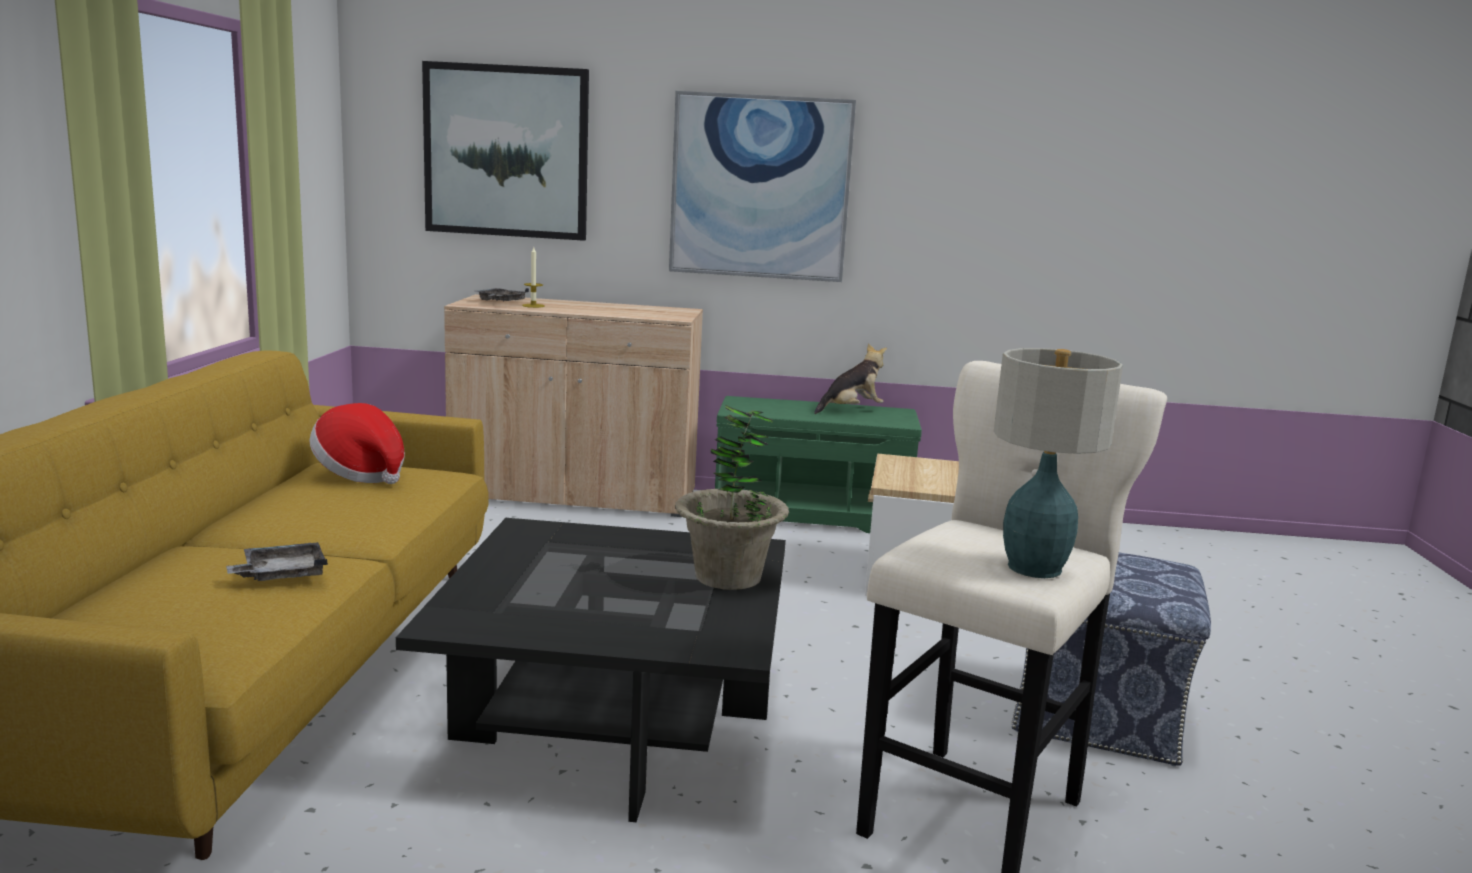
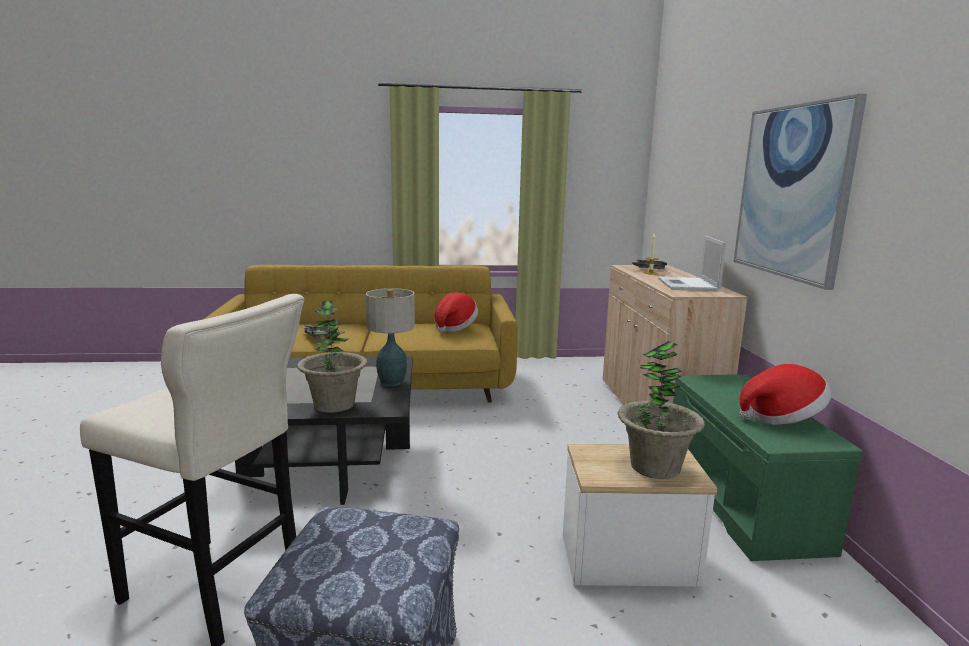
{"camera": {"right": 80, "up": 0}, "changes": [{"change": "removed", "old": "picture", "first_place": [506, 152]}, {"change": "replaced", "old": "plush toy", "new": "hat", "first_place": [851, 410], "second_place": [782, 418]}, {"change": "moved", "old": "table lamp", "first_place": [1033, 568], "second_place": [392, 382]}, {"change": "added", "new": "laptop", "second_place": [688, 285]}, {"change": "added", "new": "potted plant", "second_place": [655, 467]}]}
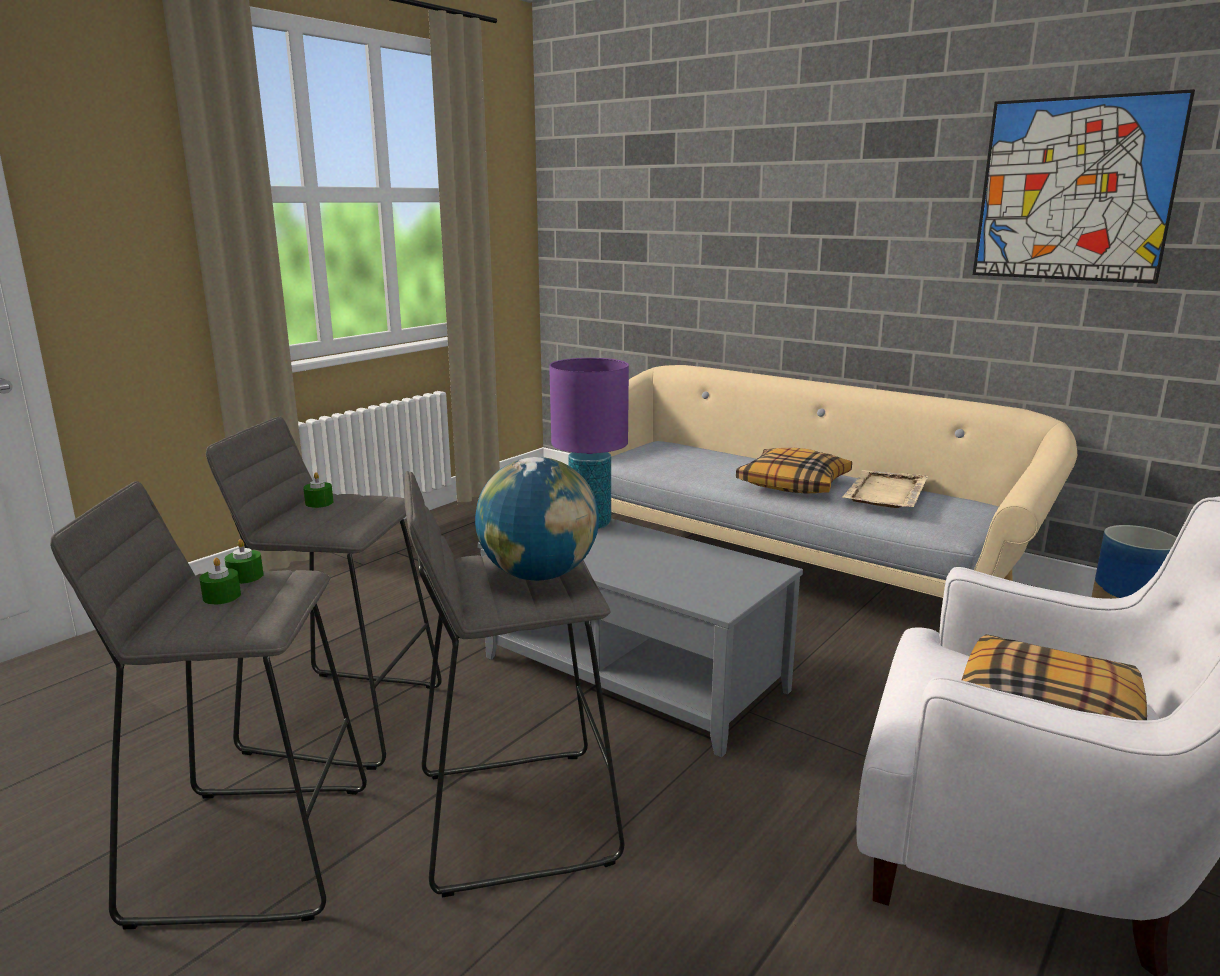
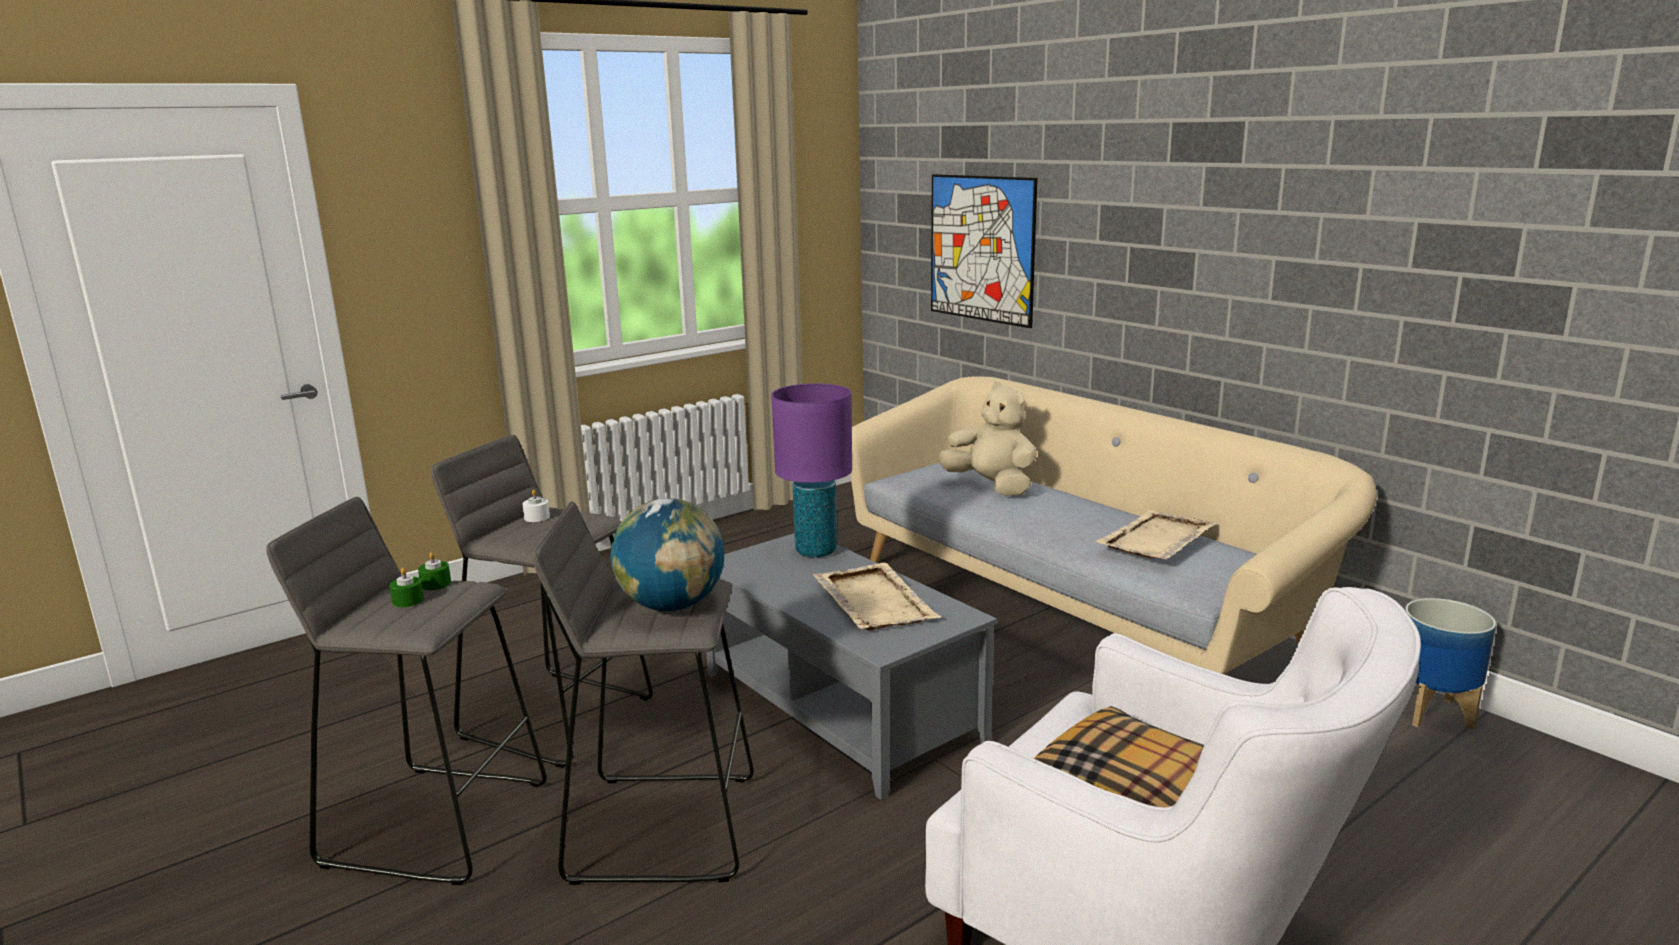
{"camera": {"right": 15, "up": 0}, "changes": [{"change": "moved", "old": "picture", "first_place": [1074, 190], "second_place": [981, 248]}, {"change": "removed", "old": "pillow", "first_place": [794, 483]}, {"change": "recoloured", "old": "candle (green)", "new": "candle (white)", "first_place": [319, 503], "second_place": [537, 517]}, {"change": "added", "new": "plush toy (beige)", "second_place": [991, 486]}, {"change": "added", "new": "tray (beige)", "second_place": [873, 600]}]}
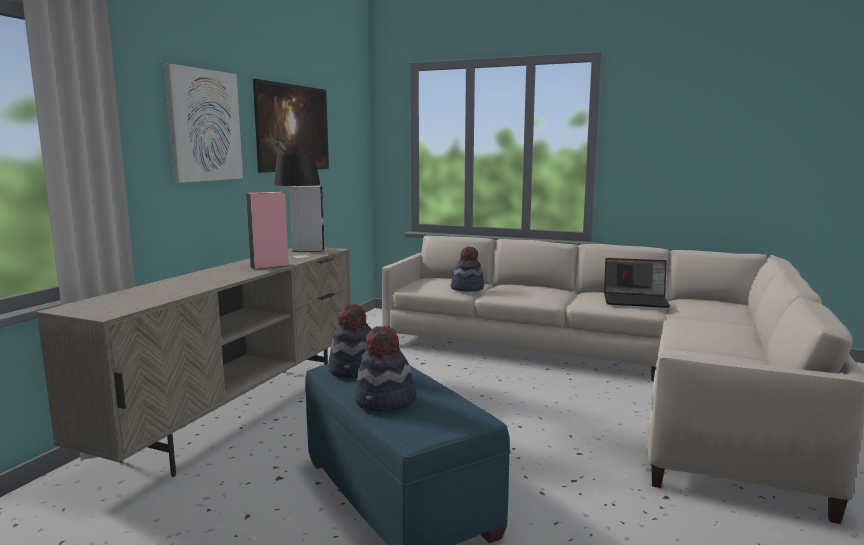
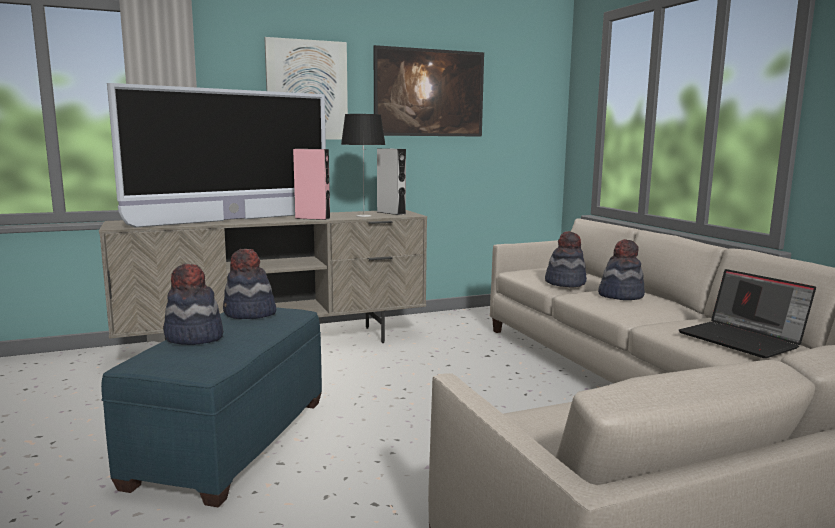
{"camera": {"right": 45, "up": 0}, "changes": [{"change": "added", "new": "television", "second_place": [233, 220]}, {"change": "added", "new": "hat", "second_place": [620, 295]}]}
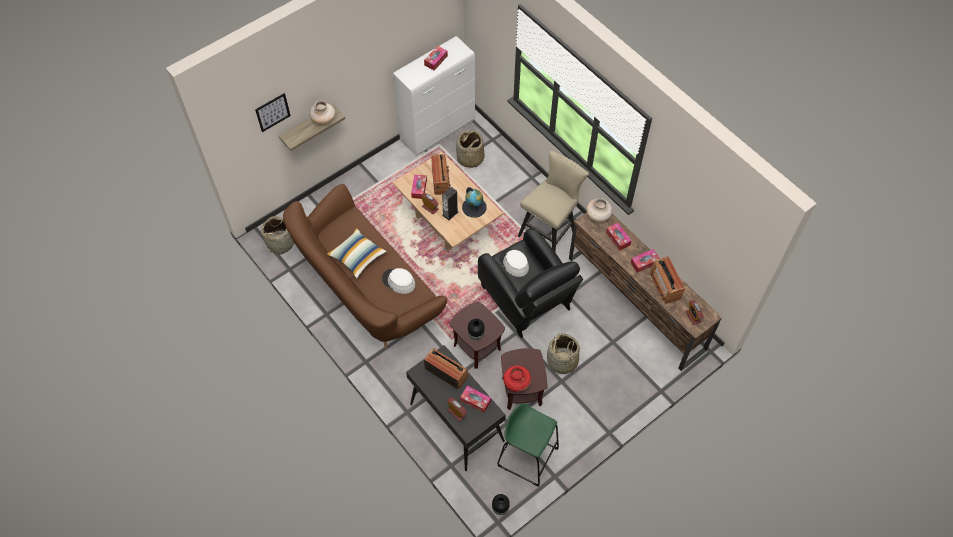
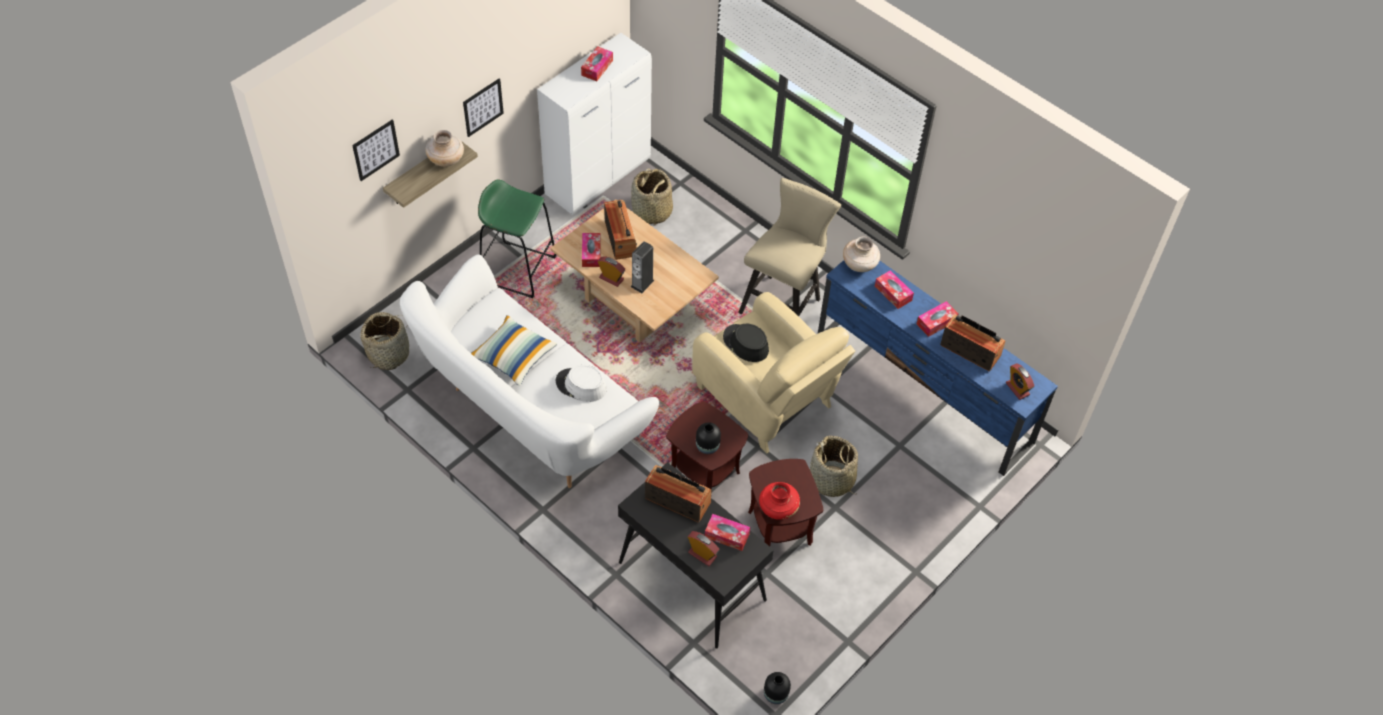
{"camera": {"right": -10, "up": -5}, "changes": [{"change": "recoloured", "old": "sofa (brown)", "new": "sofa (white)", "first_place": [366, 289], "second_place": [528, 407]}, {"change": "removed", "old": "globe", "first_place": [474, 207]}, {"change": "recoloured", "old": "tv stand (brown)", "new": "tv stand (blue)", "first_place": [636, 304], "second_place": [923, 390]}, {"change": "recoloured", "old": "armchair (black)", "new": "armchair (beige)", "first_place": [527, 300], "second_place": [767, 399]}, {"change": "recoloured", "old": "hat (white)", "new": "hat (black)", "first_place": [513, 263], "second_place": [745, 344]}, {"change": "turned", "old": "radio", "first_place": [665, 285], "second_place": [970, 350], "degrees": 150}, {"change": "moved", "old": "stool (green)", "first_place": [527, 457], "second_place": [518, 269]}, {"change": "added", "new": "picture", "second_place": [483, 107]}]}
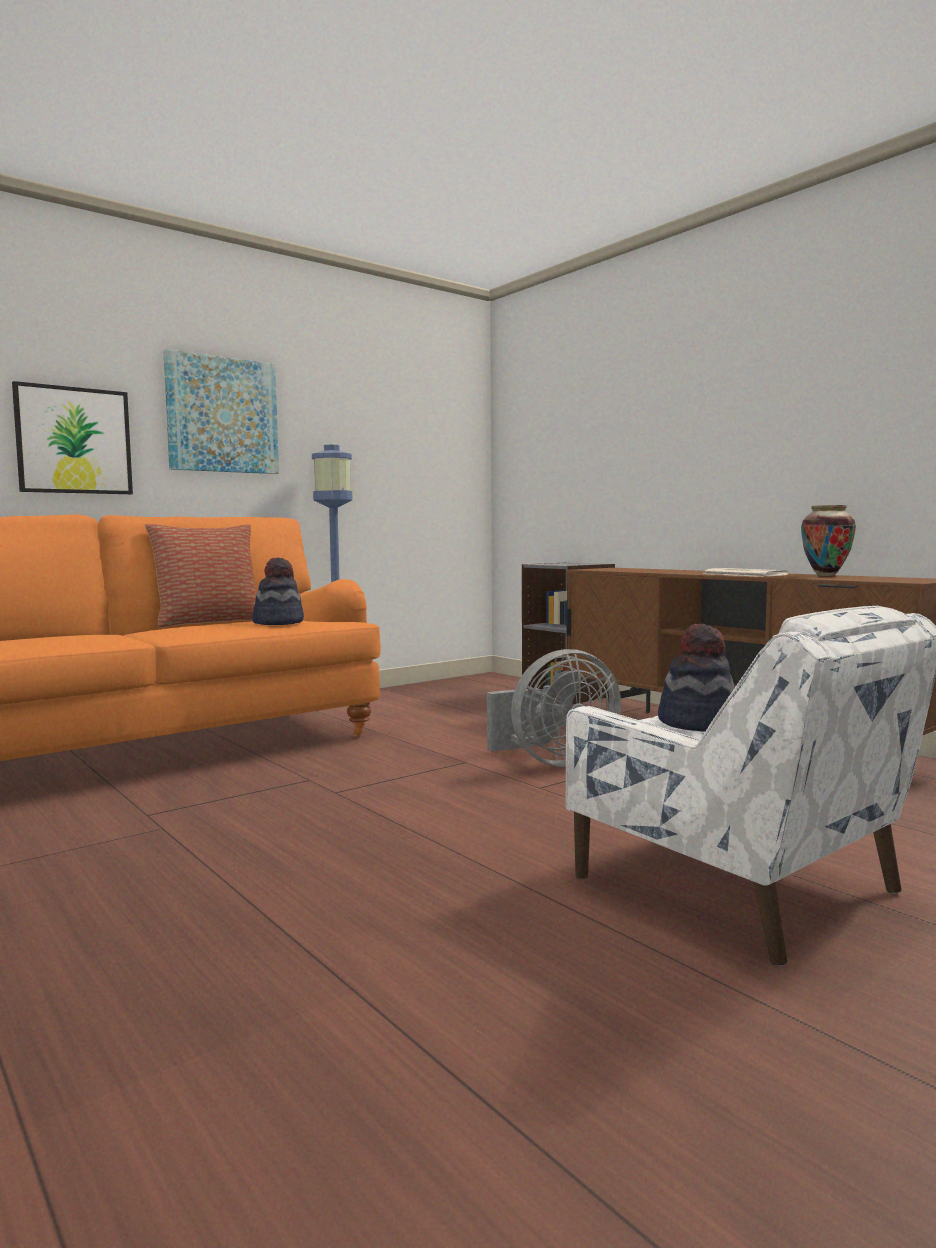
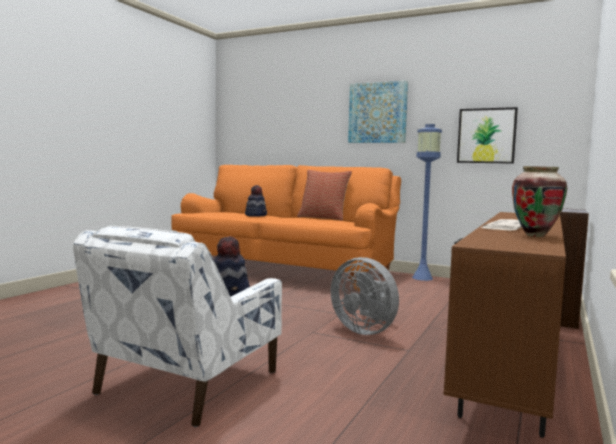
{"camera": {"right": 65, "up": 0}, "changes": [{"change": "moved", "old": "picture", "first_place": [74, 440], "second_place": [486, 136]}, {"change": "moved", "old": "hat", "first_place": [278, 622], "second_place": [256, 215]}]}
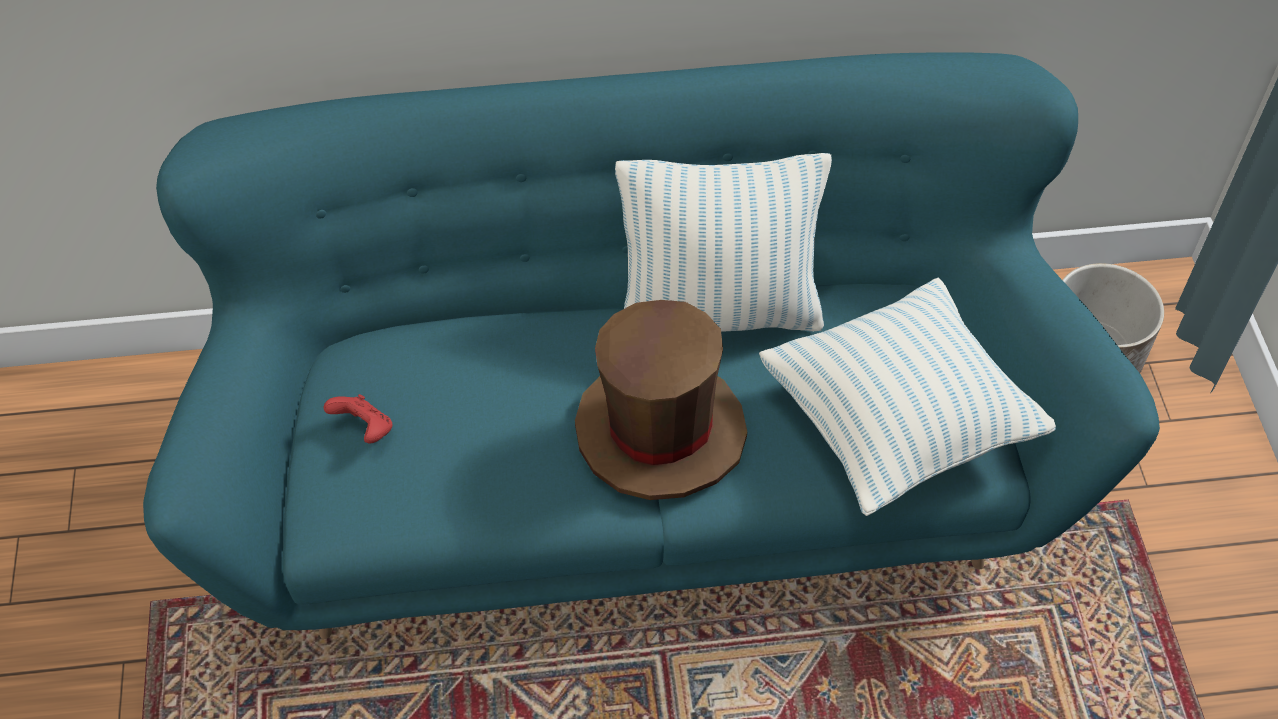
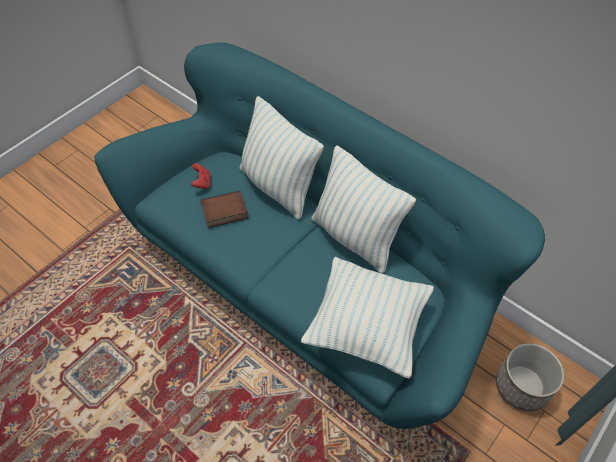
{"camera": {"right": 45, "up": 0}, "changes": [{"change": "removed", "old": "hat (brown)", "first_place": [659, 431]}, {"change": "added", "new": "pillow", "second_place": [278, 187]}, {"change": "added", "new": "book", "second_place": [224, 213]}]}
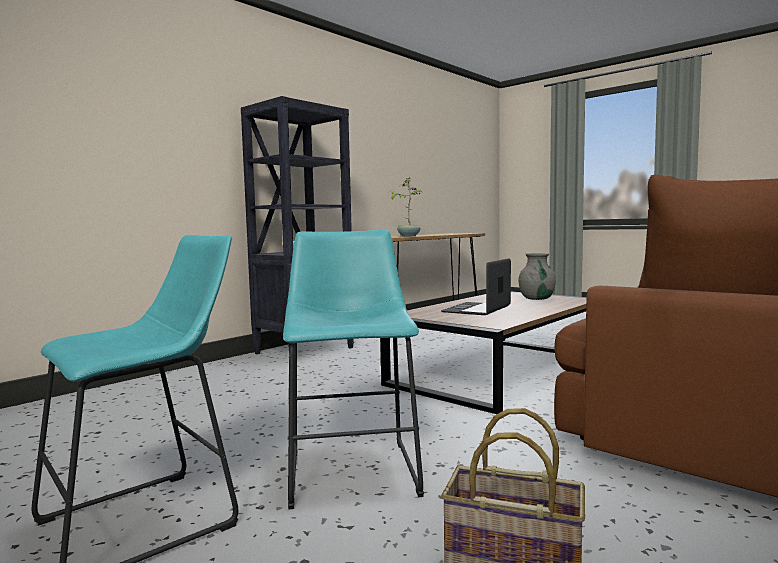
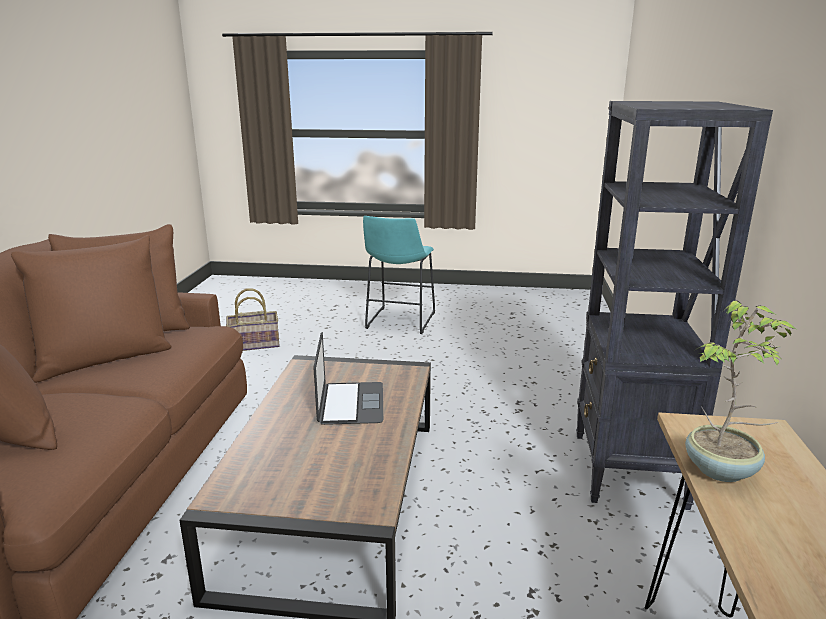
{"camera": {"right": 145, "up": 15}, "changes": [{"change": "removed", "old": "stool (turquoise)", "first_place": [352, 467]}, {"change": "removed", "old": "vase (grey)", "first_place": [537, 299]}]}
